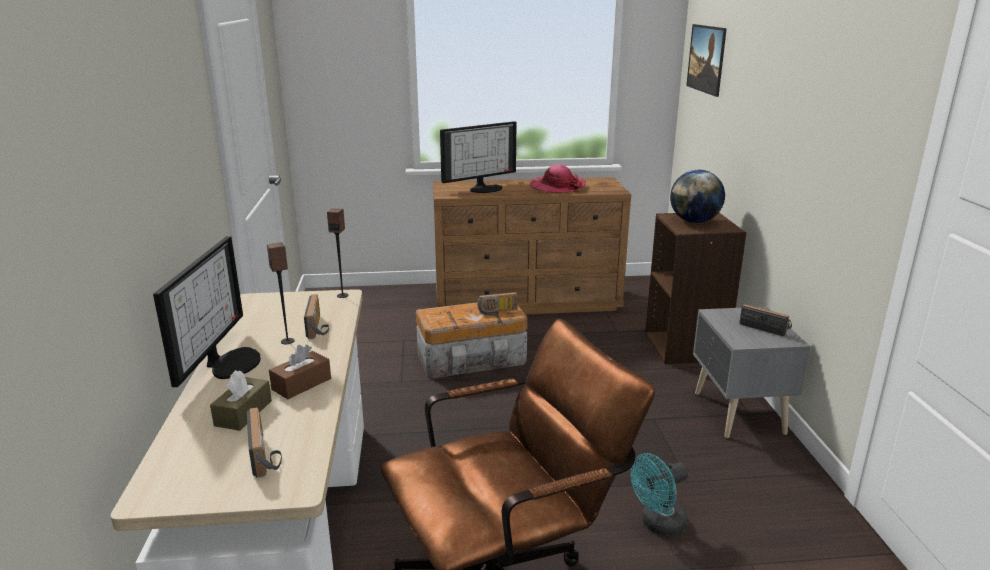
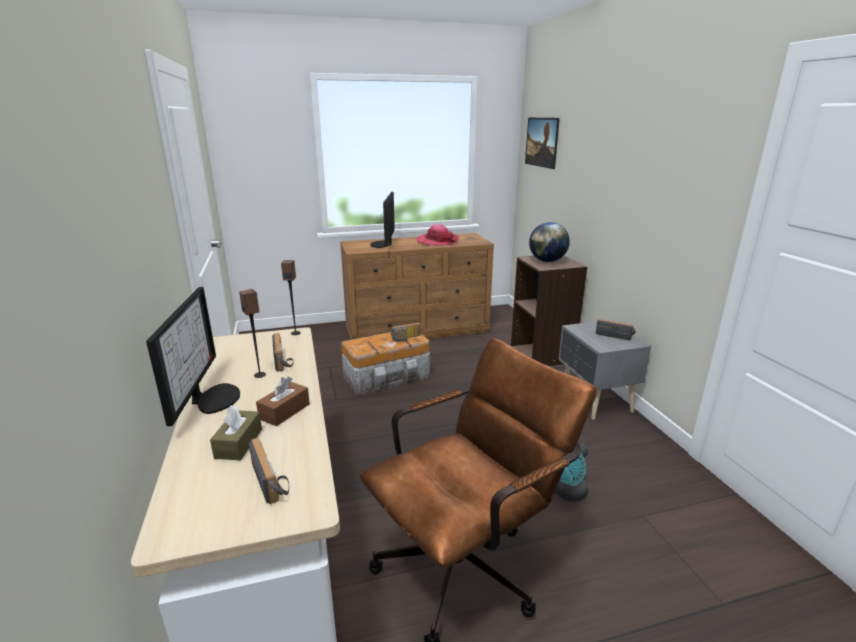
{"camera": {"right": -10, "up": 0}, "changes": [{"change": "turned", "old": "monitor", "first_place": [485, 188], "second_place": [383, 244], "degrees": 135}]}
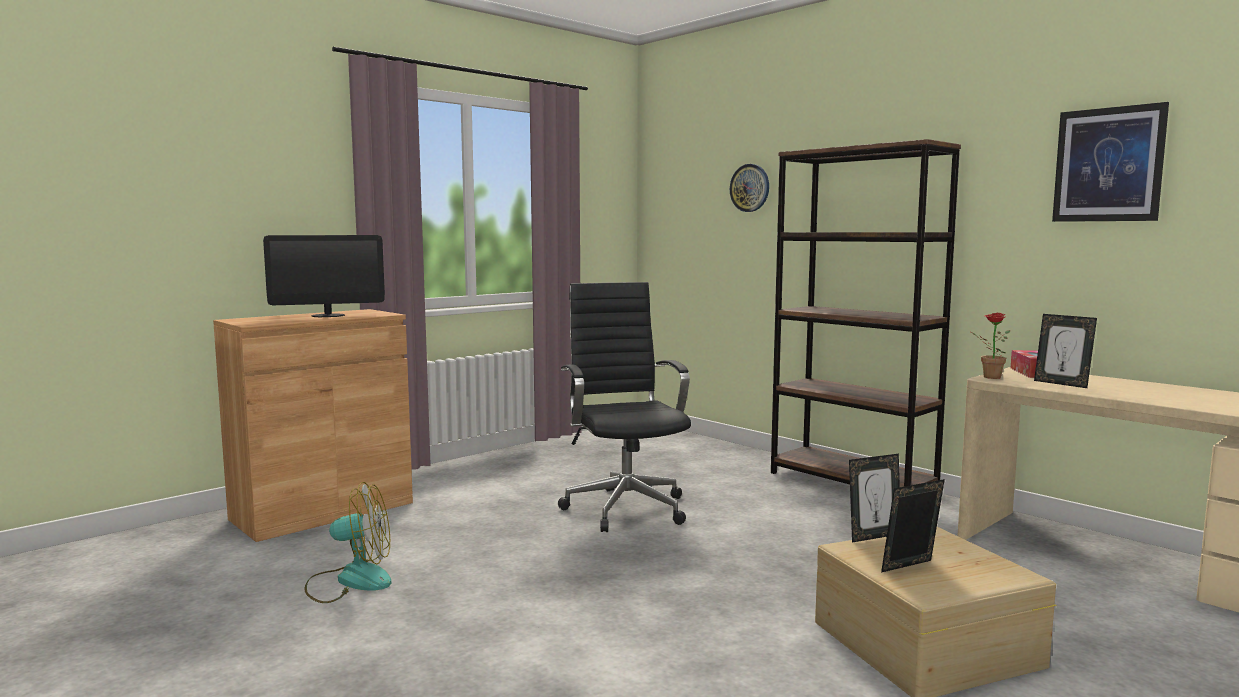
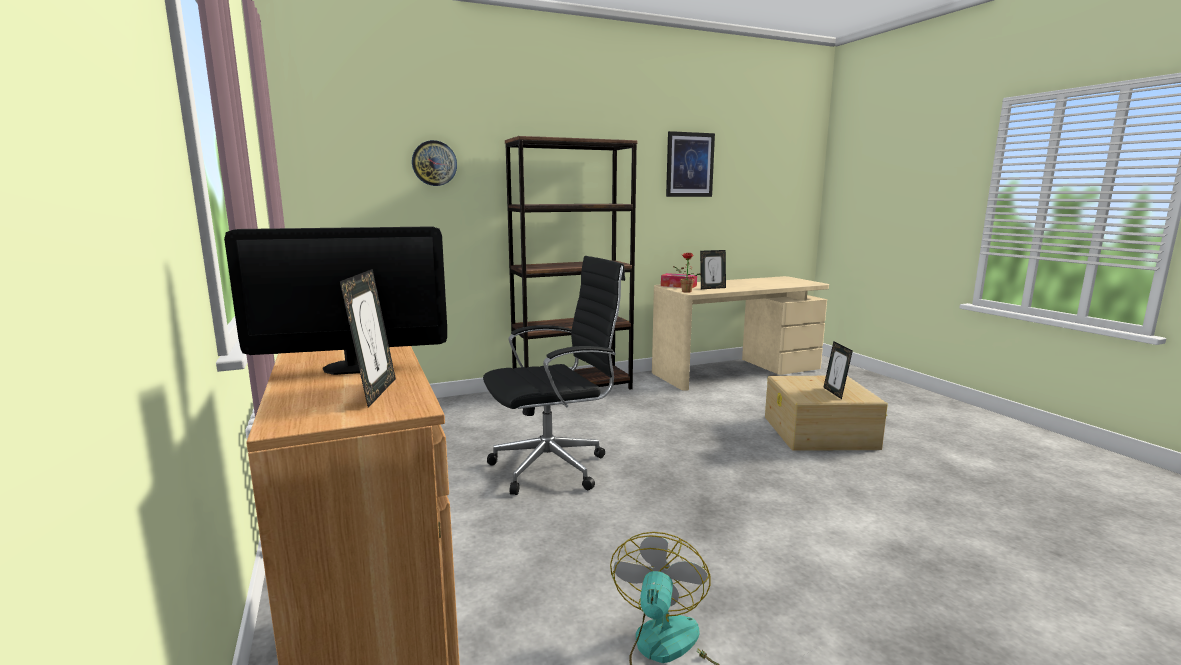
{"camera": {"right": -70, "up": 5}, "changes": [{"change": "turned", "old": "monitor", "first_place": [328, 315], "second_place": [352, 367], "degrees": 75}, {"change": "turned", "old": "office chair (black)", "first_place": [624, 507], "second_place": [554, 467], "degrees": 150}, {"change": "moved", "old": "picture frame", "first_place": [873, 536], "second_place": [375, 392]}]}
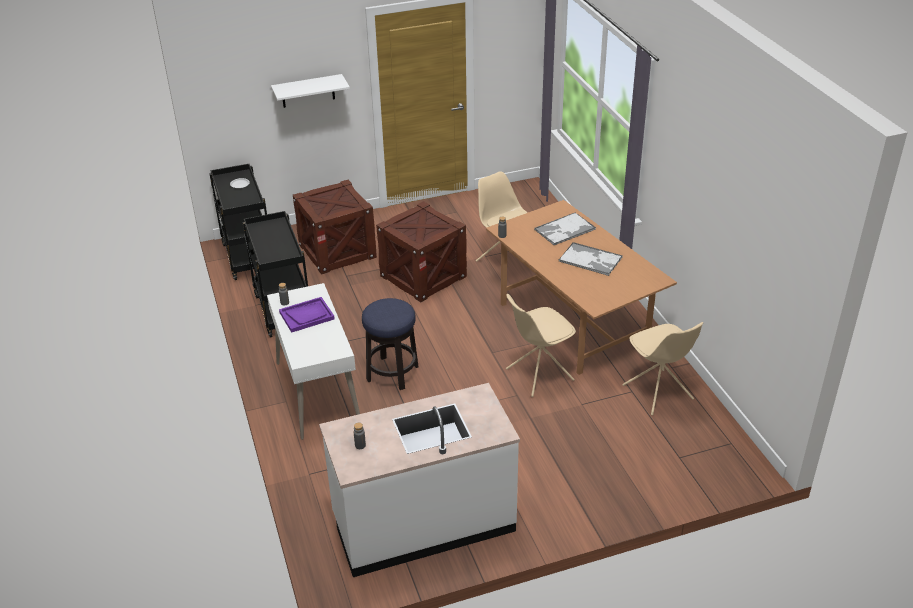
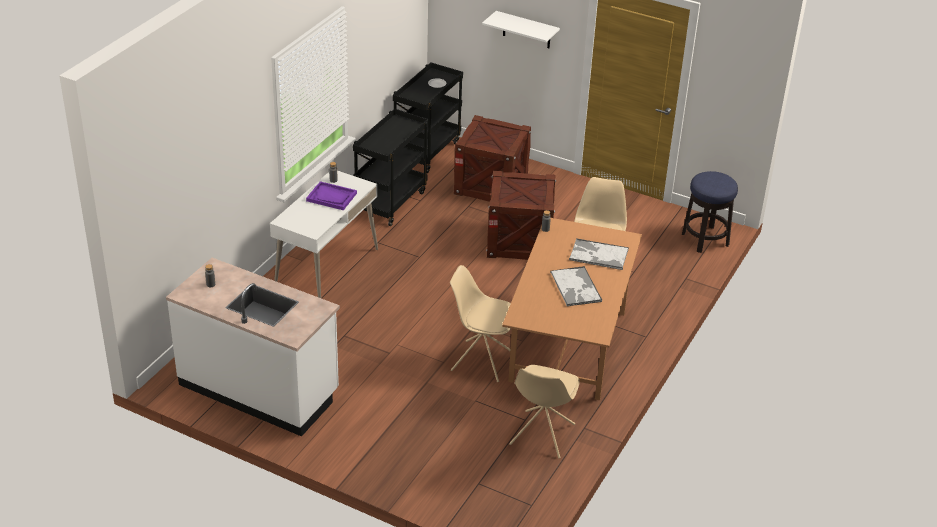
{"camera": {"right": 45, "up": 0}, "changes": [{"change": "moved", "old": "stool", "first_place": [392, 373], "second_place": [705, 240]}]}
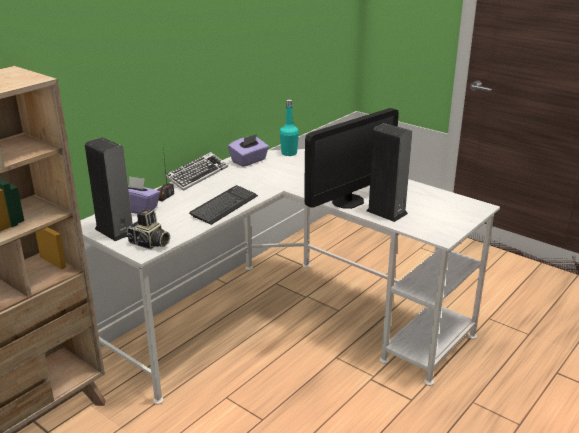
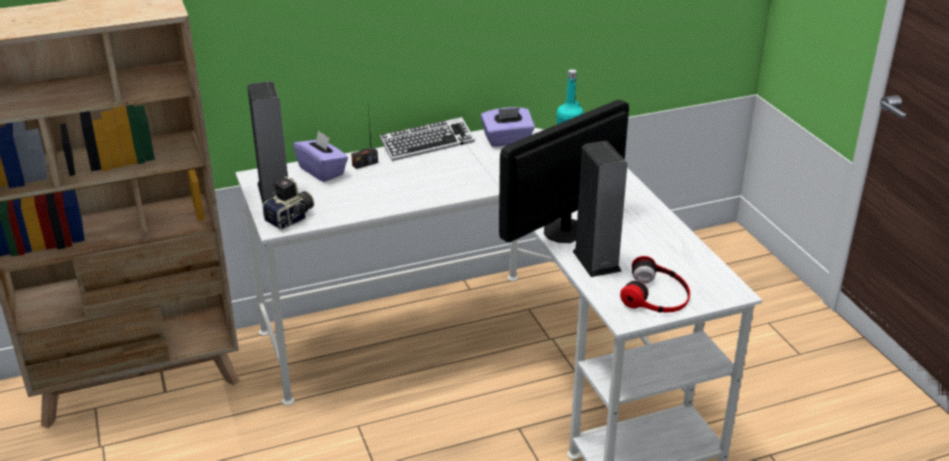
{"camera": {"right": 30, "up": 5}, "changes": [{"change": "turned", "old": "monitor", "first_place": [348, 201], "second_place": [565, 231], "degrees": 150}, {"change": "removed", "old": "keyboard", "first_place": [224, 206]}, {"change": "turned", "old": "photo camera", "first_place": [149, 244], "second_place": [291, 219], "degrees": -105}, {"change": "added", "new": "headphones", "second_place": [656, 295]}]}
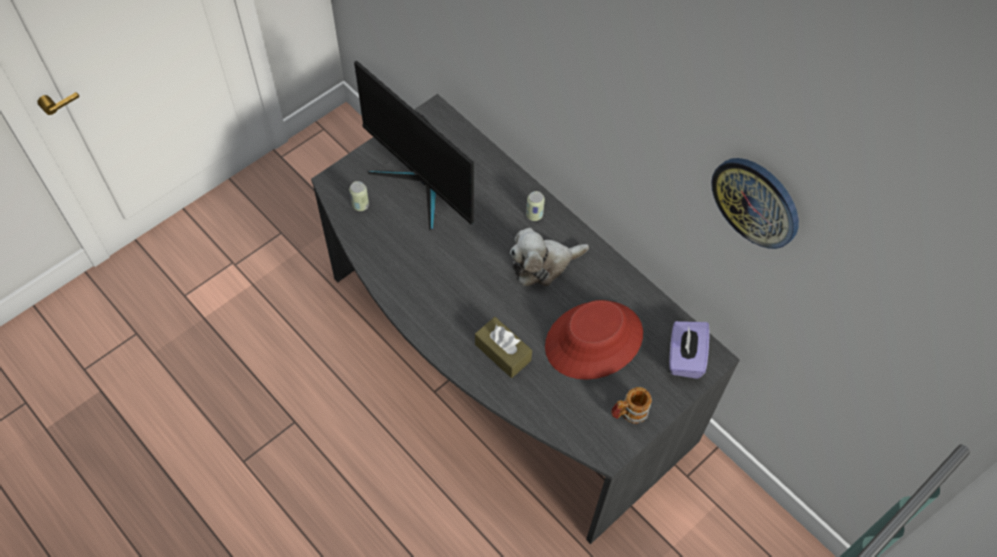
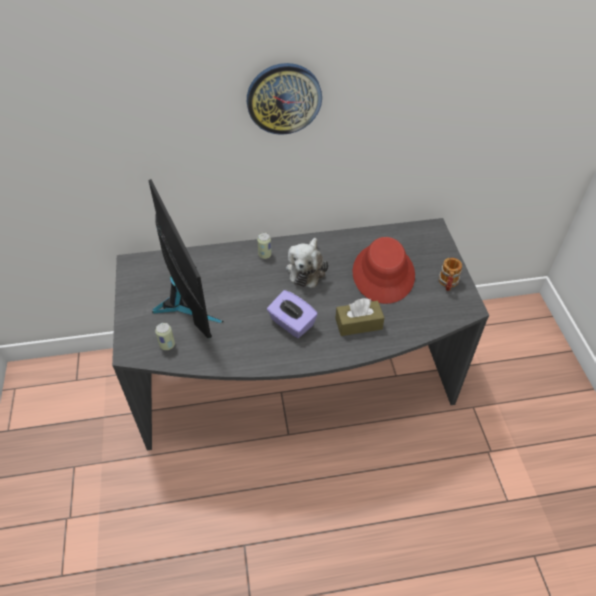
{"camera": {"right": -55, "up": -10}, "changes": [{"change": "turned", "old": "monitor", "first_place": [421, 185], "second_place": [184, 301], "degrees": -105}, {"change": "moved", "old": "wall clock", "first_place": [756, 201], "second_place": [284, 98]}, {"change": "moved", "old": "tissue box (purple)", "first_place": [684, 357], "second_place": [291, 323]}]}
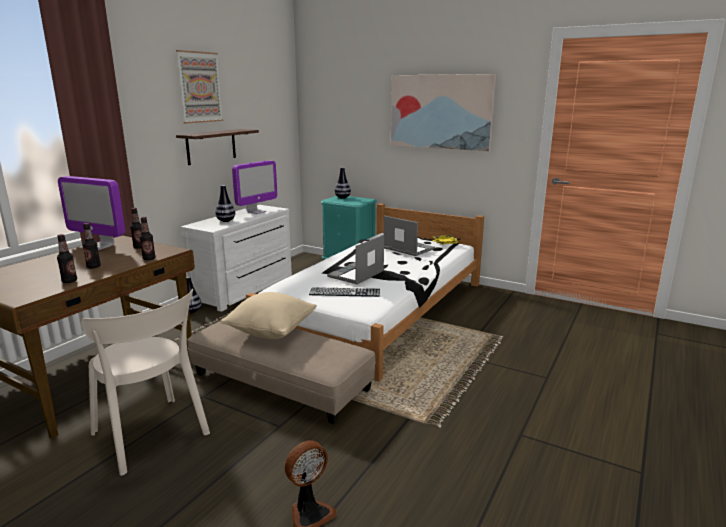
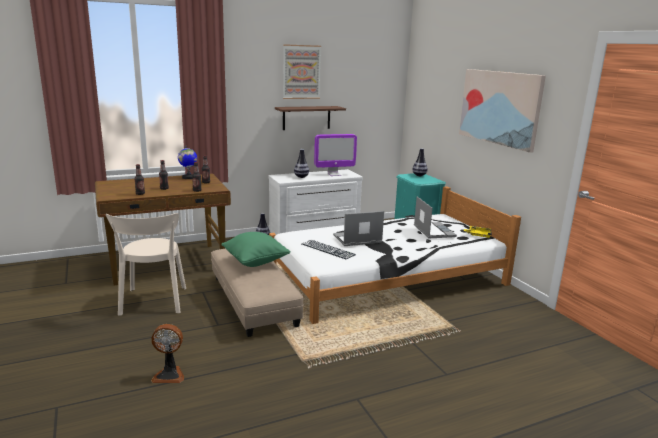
{"camera": {"right": 35, "up": 0}, "changes": [{"change": "replaced", "old": "monitor", "new": "globe", "first_place": [100, 246], "second_place": [188, 177]}, {"change": "recoloured", "old": "pillow (beige)", "new": "pillow (green)", "first_place": [271, 332], "second_place": [255, 262]}]}
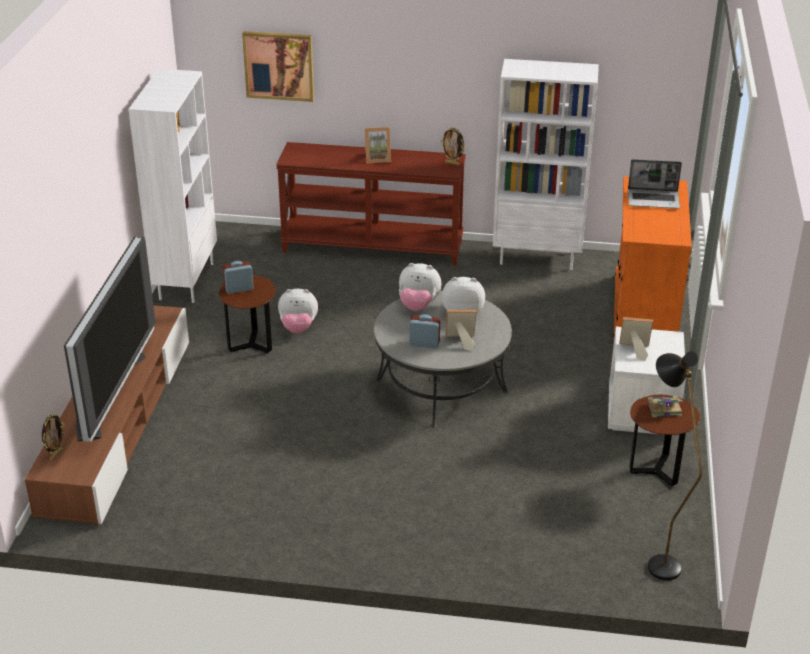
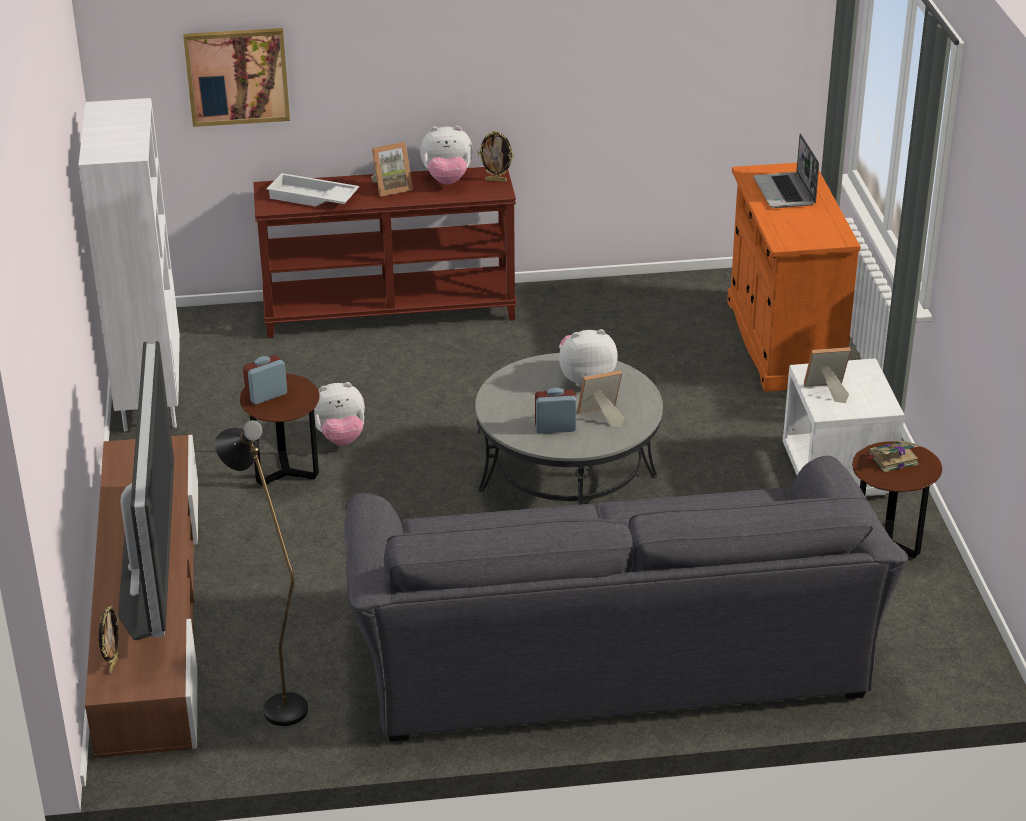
{"camera": {"right": -15, "up": 0}, "changes": [{"change": "removed", "old": "bookcase (white)", "first_place": [537, 257]}, {"change": "turned", "old": "laptop", "first_place": [654, 200], "second_place": [785, 192], "degrees": 90}, {"change": "moved", "old": "plush toy", "first_place": [418, 306], "second_place": [447, 180]}, {"change": "moved", "old": "floor lamp (black)", "first_place": [657, 560], "second_place": [276, 701]}, {"change": "added", "new": "tray (white)", "second_place": [312, 198]}, {"change": "added", "new": "sofa (grey)", "second_place": [611, 648]}]}
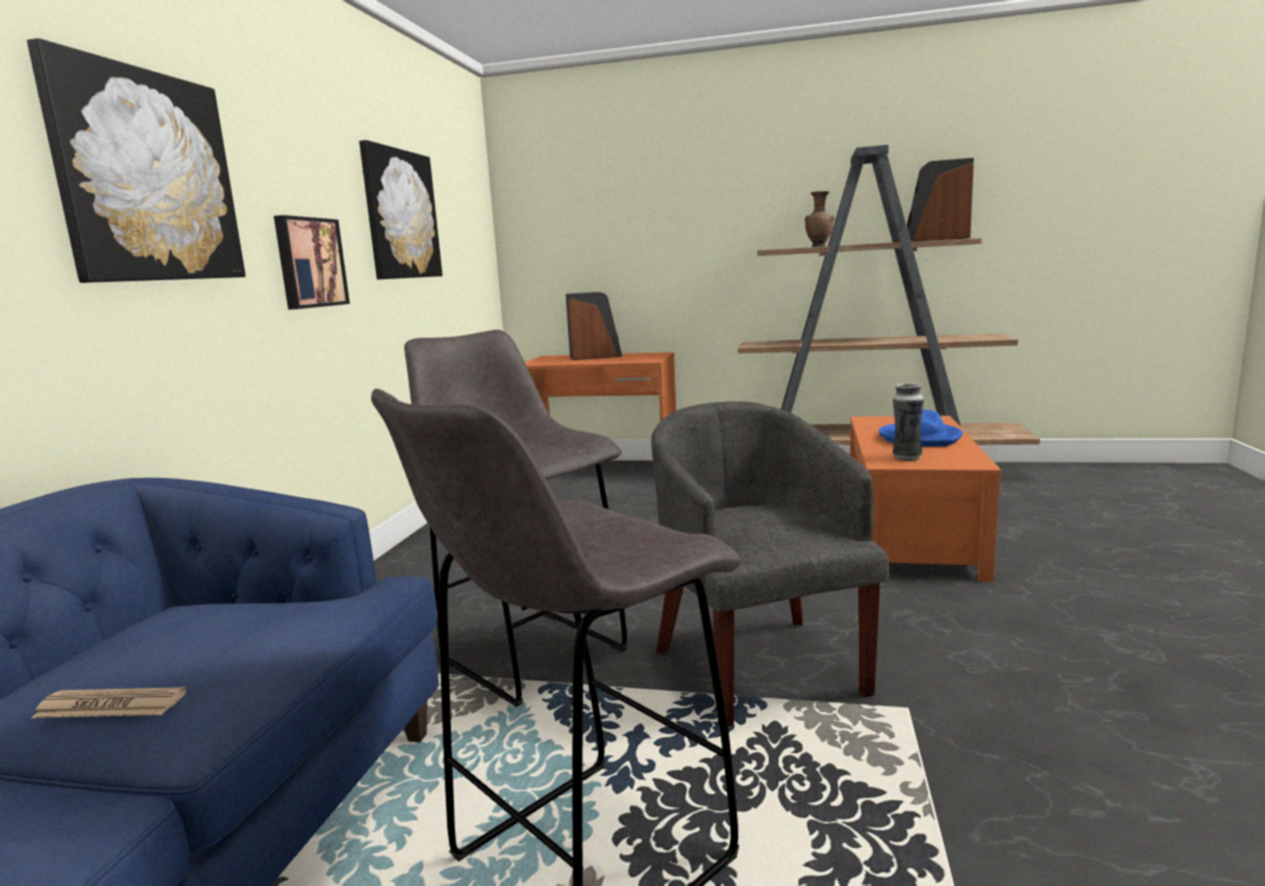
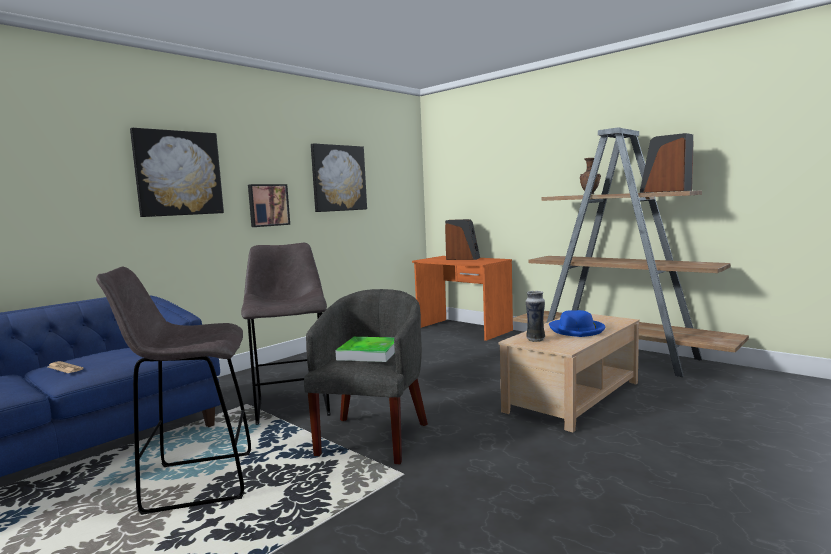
{"camera": {"right": 30, "up": -5}, "changes": [{"change": "recoloured", "old": "coffee table (orange)", "new": "coffee table (beige)", "first_place": [912, 535], "second_place": [574, 397]}, {"change": "added", "new": "tray", "second_place": [369, 353]}]}
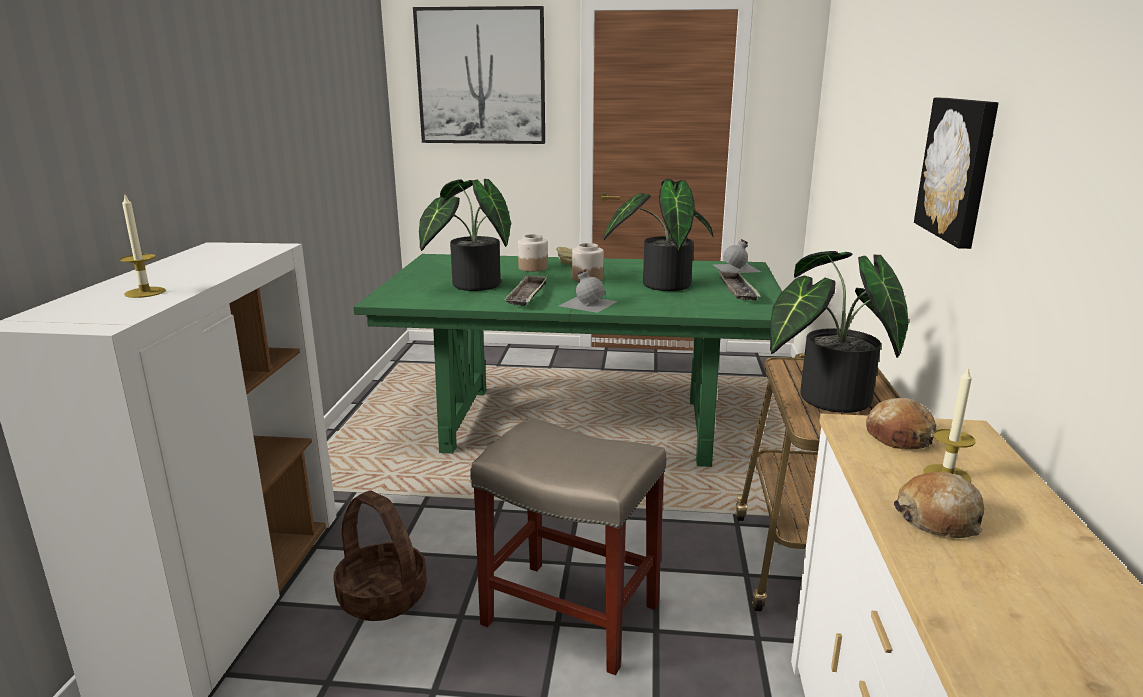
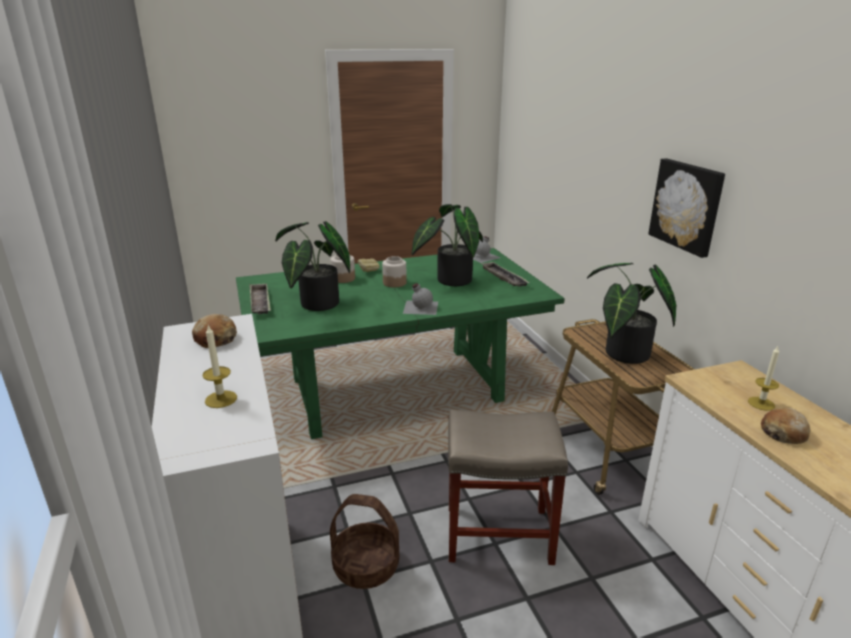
{"camera": {"right": -25, "up": 5}, "changes": [{"change": "removed", "old": "picture", "first_place": [481, 76]}, {"change": "moved", "old": "tray", "first_place": [527, 295], "second_place": [260, 302]}, {"change": "moved", "old": "bread", "first_place": [899, 436], "second_place": [215, 339]}]}
